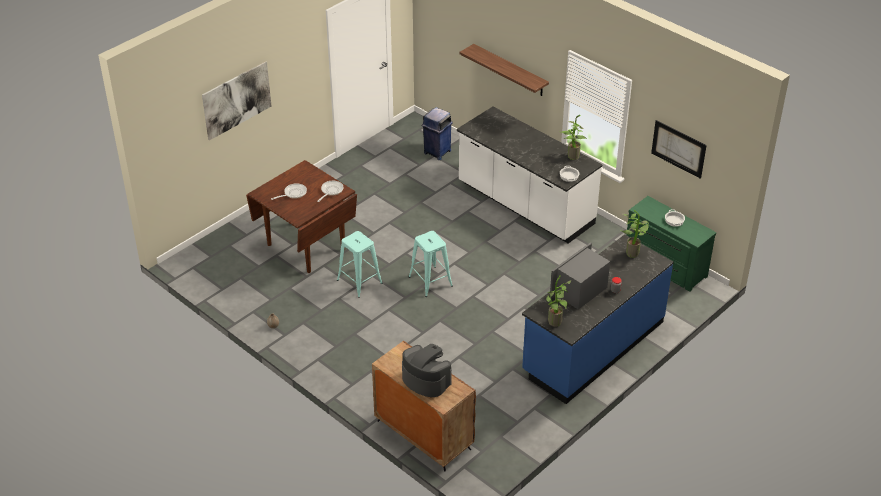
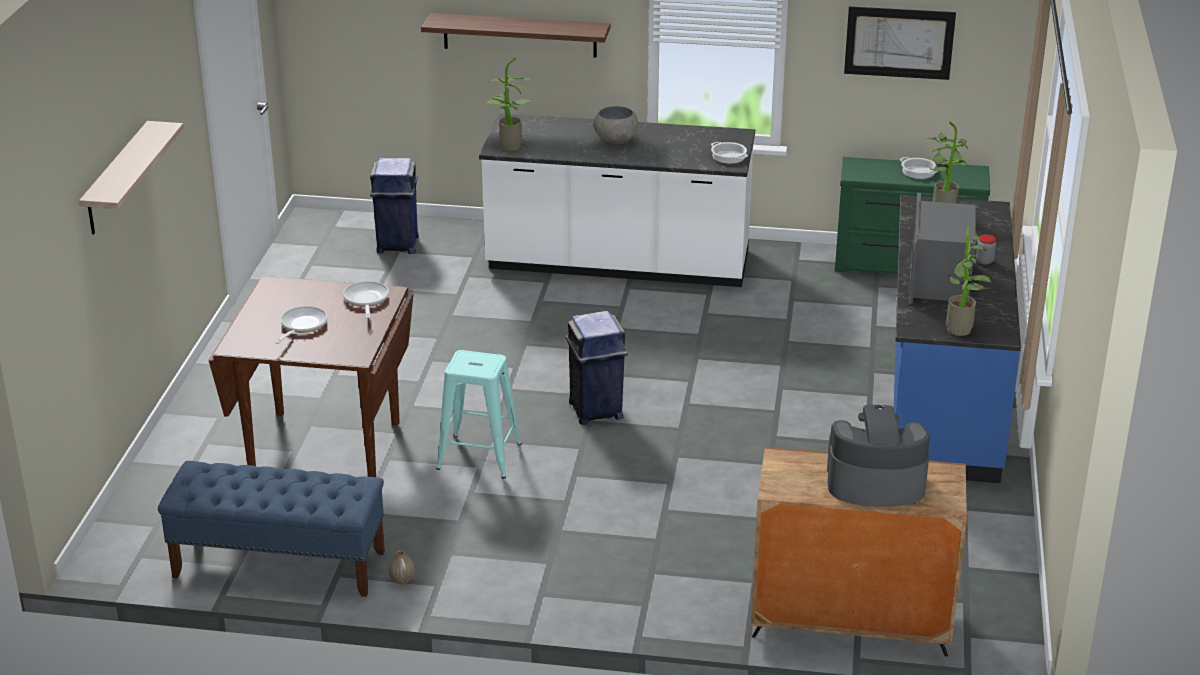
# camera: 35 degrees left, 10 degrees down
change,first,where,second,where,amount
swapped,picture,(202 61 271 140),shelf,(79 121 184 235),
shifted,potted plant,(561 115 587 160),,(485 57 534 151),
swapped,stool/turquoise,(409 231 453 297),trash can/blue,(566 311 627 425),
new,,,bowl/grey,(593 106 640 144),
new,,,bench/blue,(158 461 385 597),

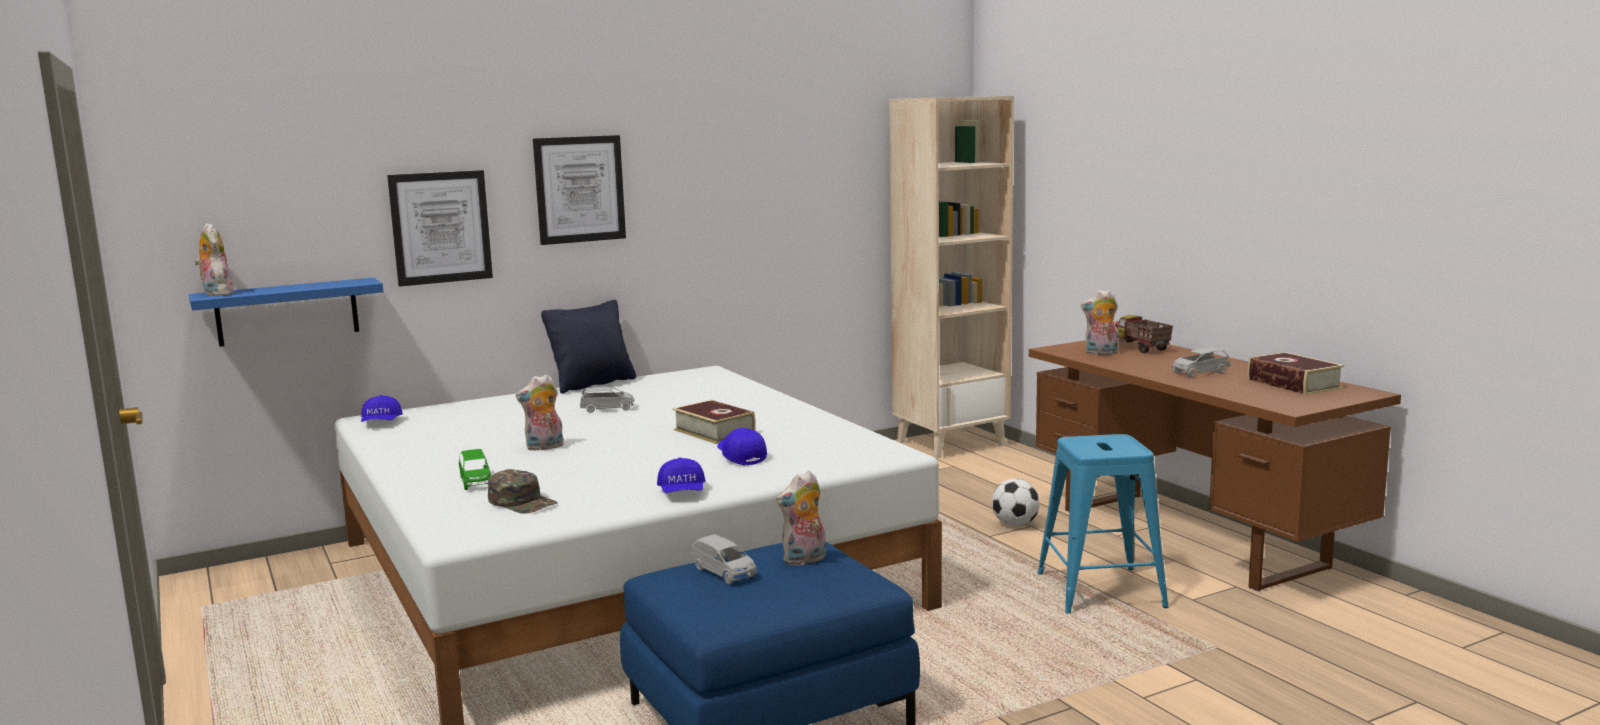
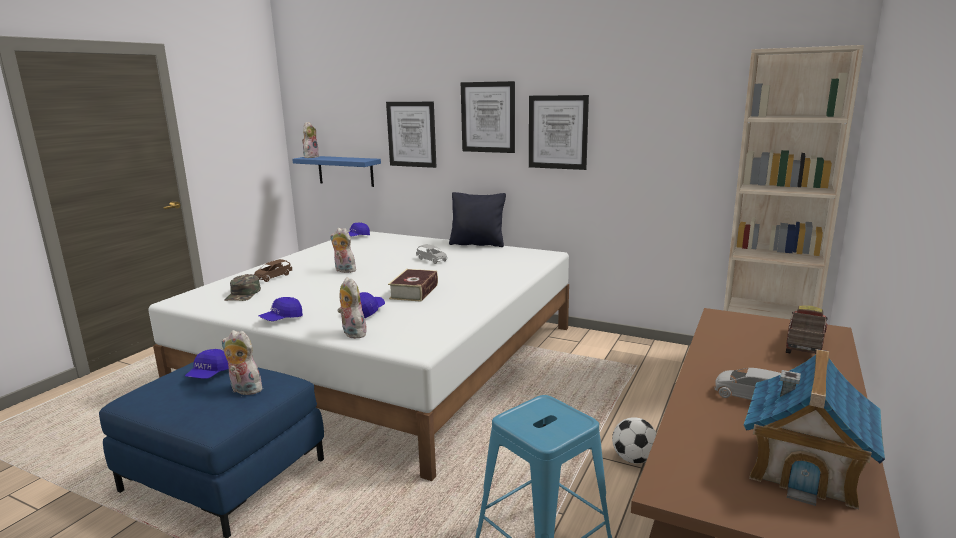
# camera: 55 degrees right, 5 degrees up
change,first,where,second,where,amount
shifted,plush toy,(1081 290 1119 356),,(337 277 369 339),
swapped,book,(1248 352 1344 395),toy house,(744 349 885 509),
repainted,toy car/green,(459 449 491 490),toy car/brown,(254 259 292 282),
swapped,toy car/grey,(690 534 757 584),cap/blue,(185 349 229 379),
new,,,picture,(529 95 589 170),

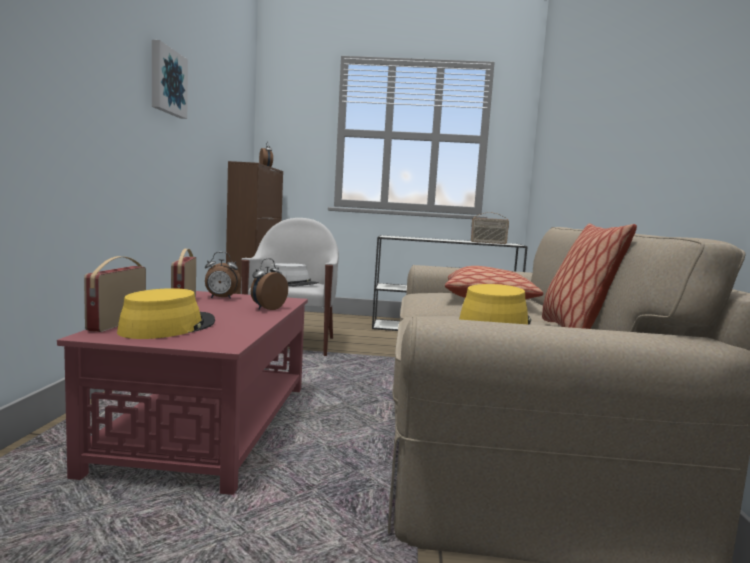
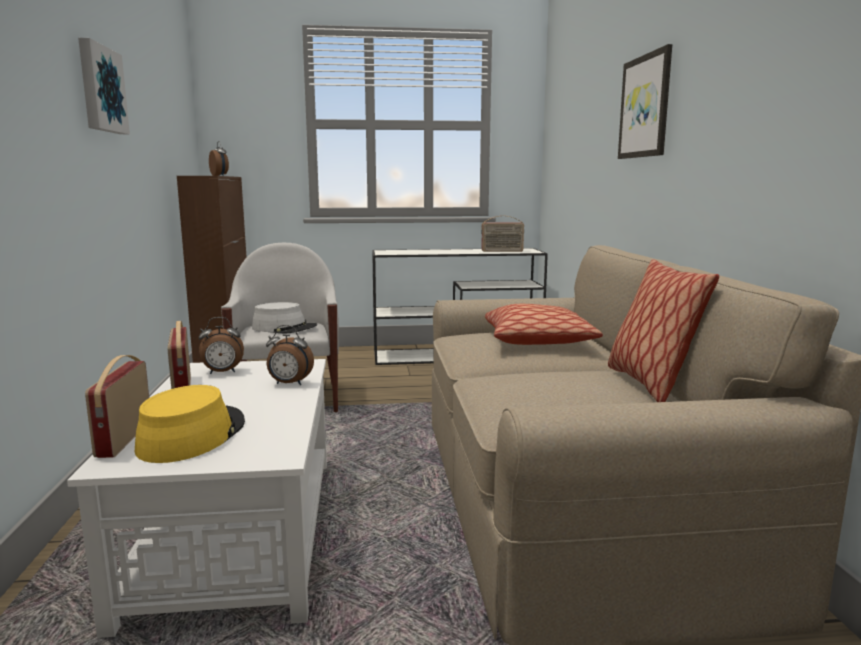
# camera: 10 degrees left, 5 degrees up
change,first,where,second,where,amount
rotated,alarm clock,(250 258 288 310),,(266 325 314 385),105 degrees counterclockwise
gone,hat/yellow,(459 284 531 325),,,
repainted,coffee table/red,(57 291 308 495),coffee table/white,(67 359 327 638),
new,,,picture,(618 44 672 159),

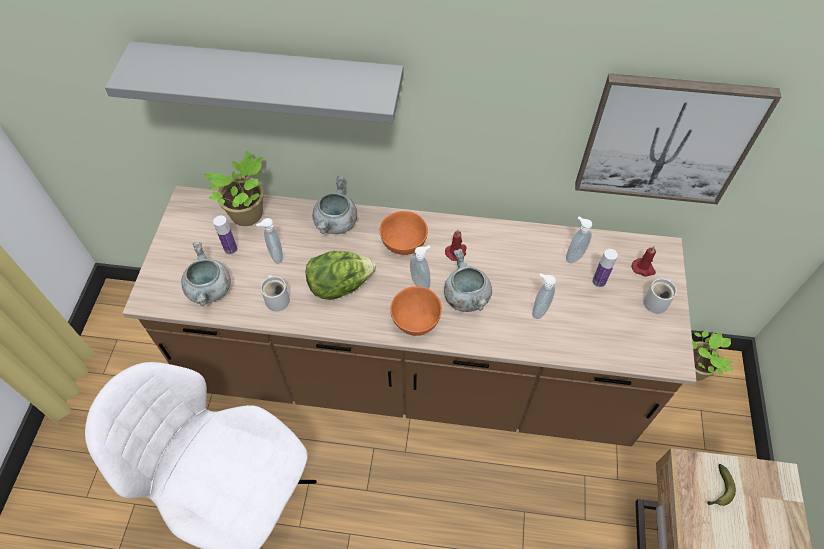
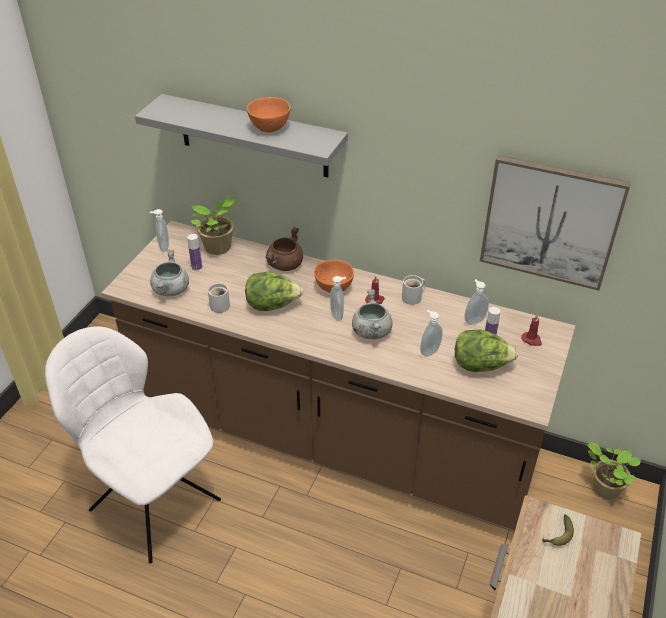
# camera: 15 degrees right, 15 degrees down
change,first,where,second,where,amount
repainted,cooking pot/grey,(312 176 357 234),cooking pot/brown,(265 227 303 271),
shifted,soap dispenser,(256 218 283 264),,(150 209 169 252),
shifted,mug/white,(643 279 677 314),,(402 275 426 305),
shifted,bowl/orange,(390 286 442 336),,(247 97 291 133),
new,,,lettuce,(455 330 519 372),

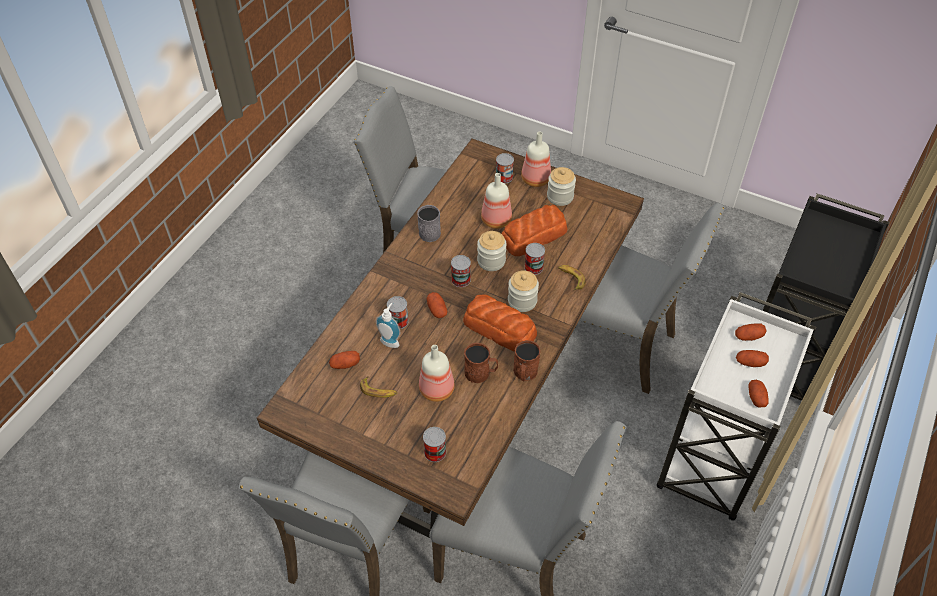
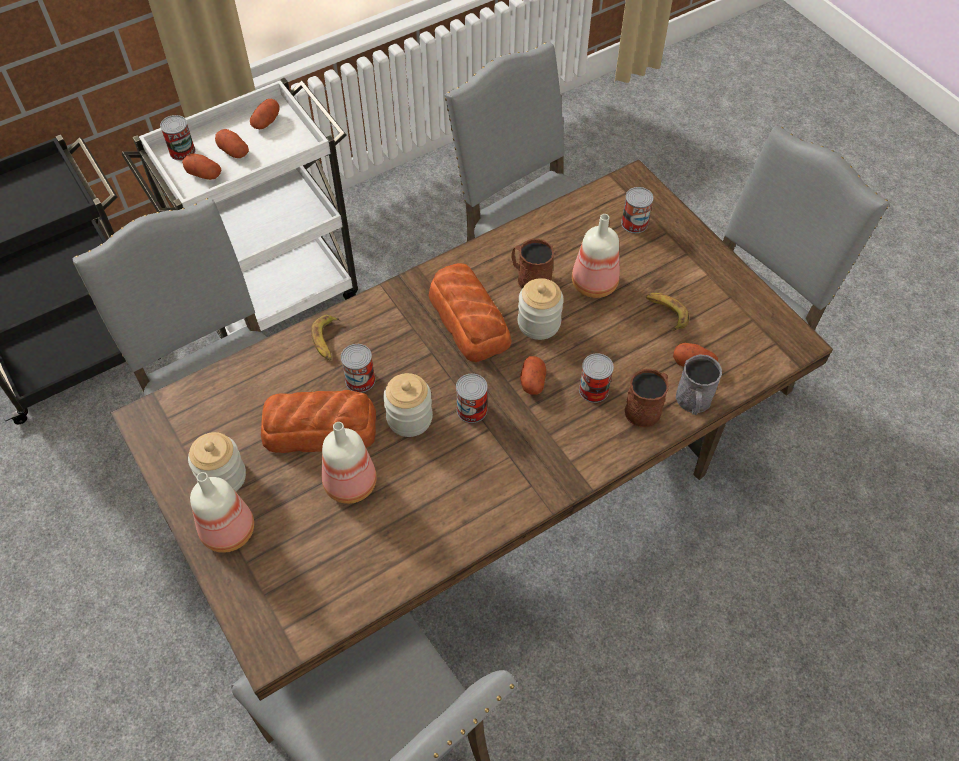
# camera: 150 degrees left, 5 degrees up
change,first,where,second,where,amount
shifted,can,(496 153 514 184),,(160 115 195 161),
shifted,mug/grey,(417 205 441 242),,(676 354 722 415),
shifted,jar,(508 270 539 312),,(518 278 564 340),
gone,soap dispenser,(376 303 400 348),,,
shifted,mug/brown,(513 340 540 381),,(624 369 669 427),

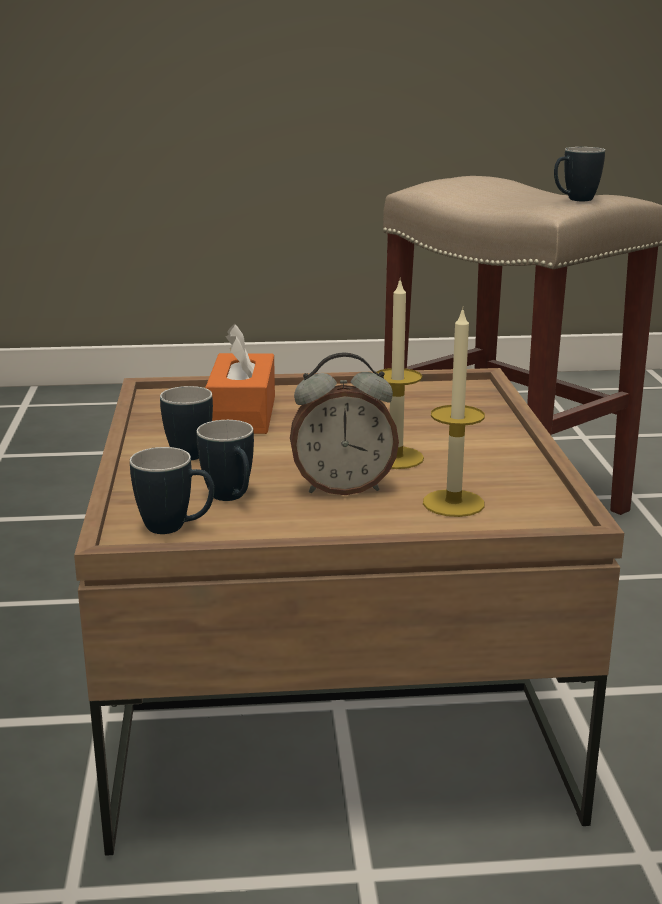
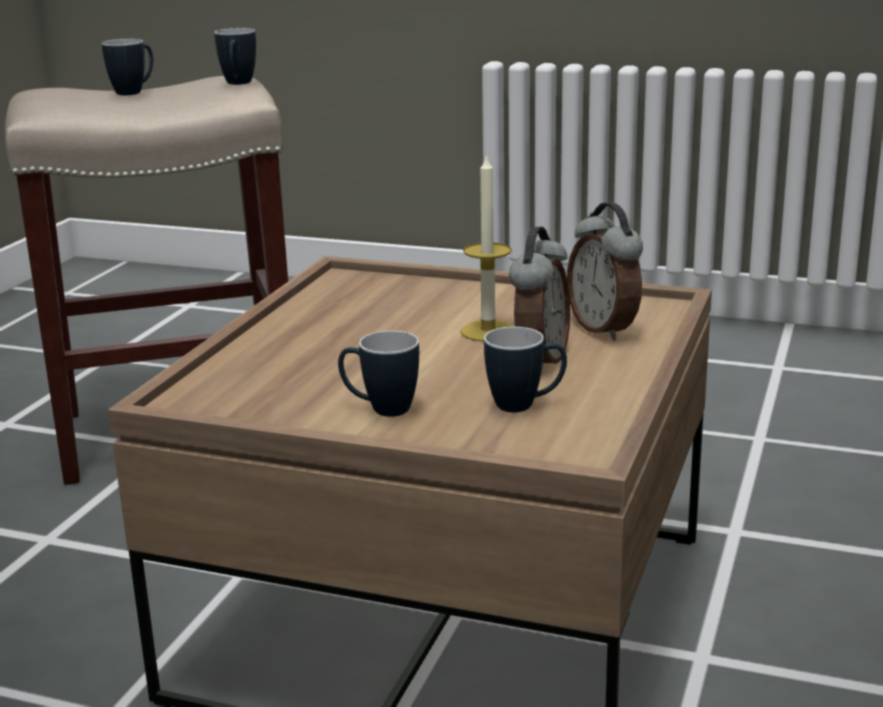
# camera: 65 degrees left, 0 degrees up
change,first,where,second,where,amount
swapped,candle,(423 307 485 517),alarm clock,(567 203 643 341),
gone,tissue box/orange,(205 324 275 434),,,
shifted,mug,(130 447 214 534),,(102 39 153 95),

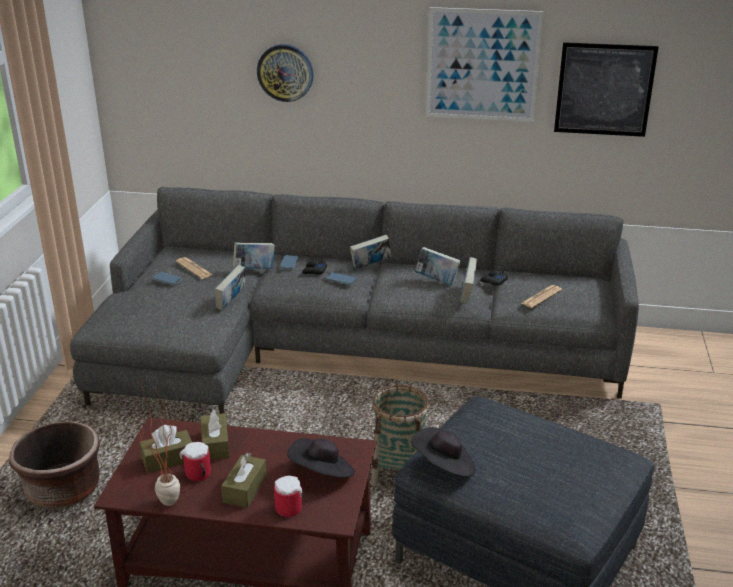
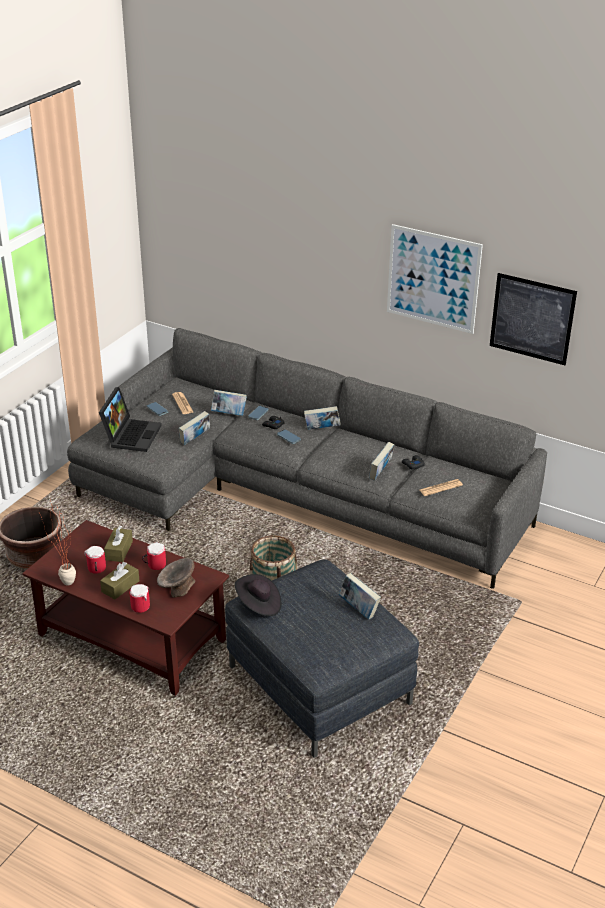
# camera: 20 degrees right, 5 degrees up
change,first,where,second,where,amount
gone,wall clock,(257 44 313 102),,,
shifted,book,(415 247 461 285),,(339 573 381 619),
gone,tissue box/brown,(139 425 192 473),,,
swapped,hat/black,(287 438 355 478),bowl/grey,(157 558 195 598),
new,,,laptop,(99 387 162 452),
new,,,mug,(142 542 166 570),

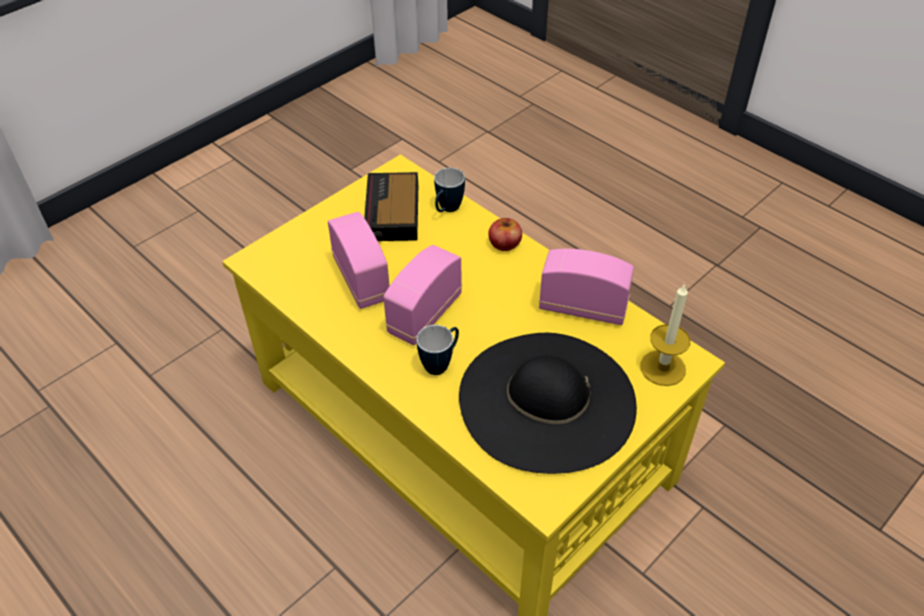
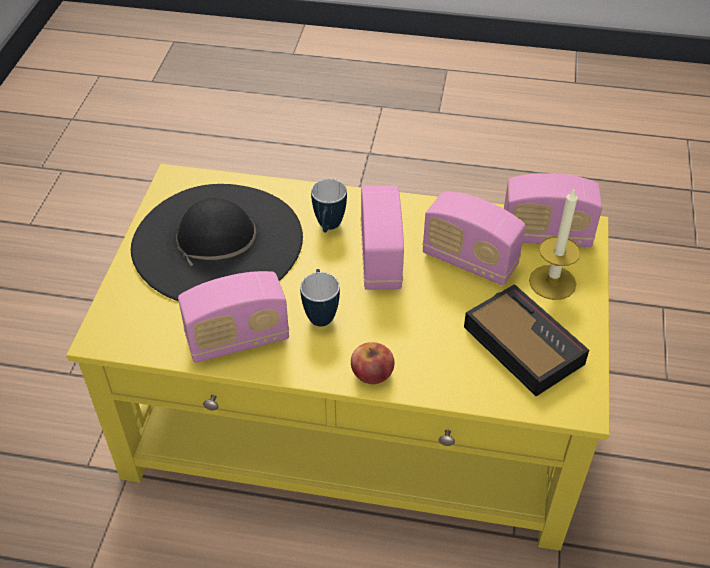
# camera: 145 degrees right, 0 degrees up
change,first,where,second,where,amount
shifted,mug,(434 168 465 212),,(300 269 340 327),
shifted,candle,(640 283 690 386),,(529 189 581 300),
new,,,radio,(503 173 602 247),

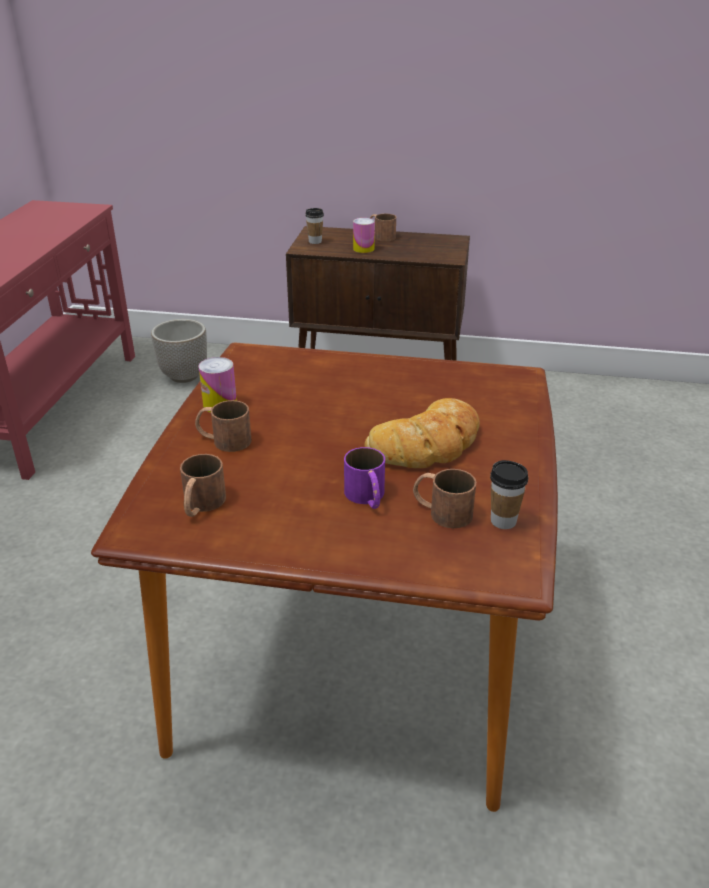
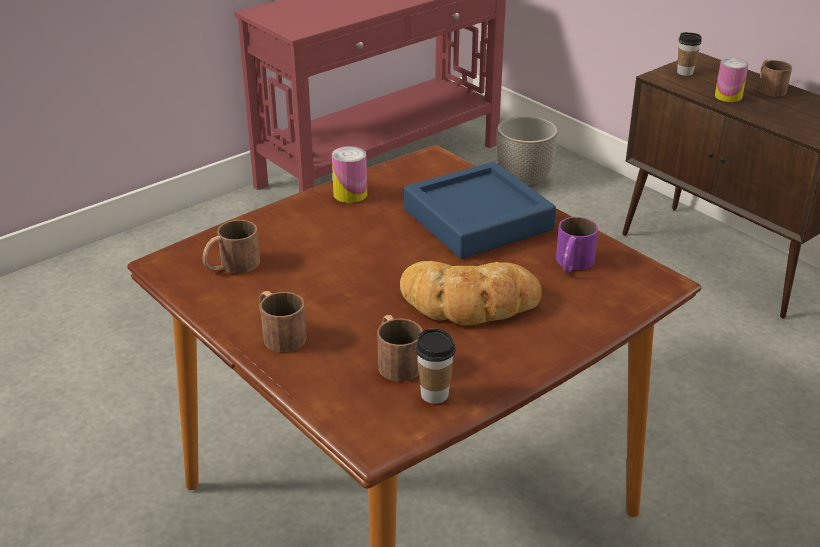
# camera: 40 degrees right, 0 degrees up
change,first,where,second,where,amount
shifted,mug/brown,(195 400 251 452),,(259 291 306 352),
shifted,mug/purple,(344 447 385 509),,(556 217 598 273),
new,,,tray/blue,(404 161 556 259),

